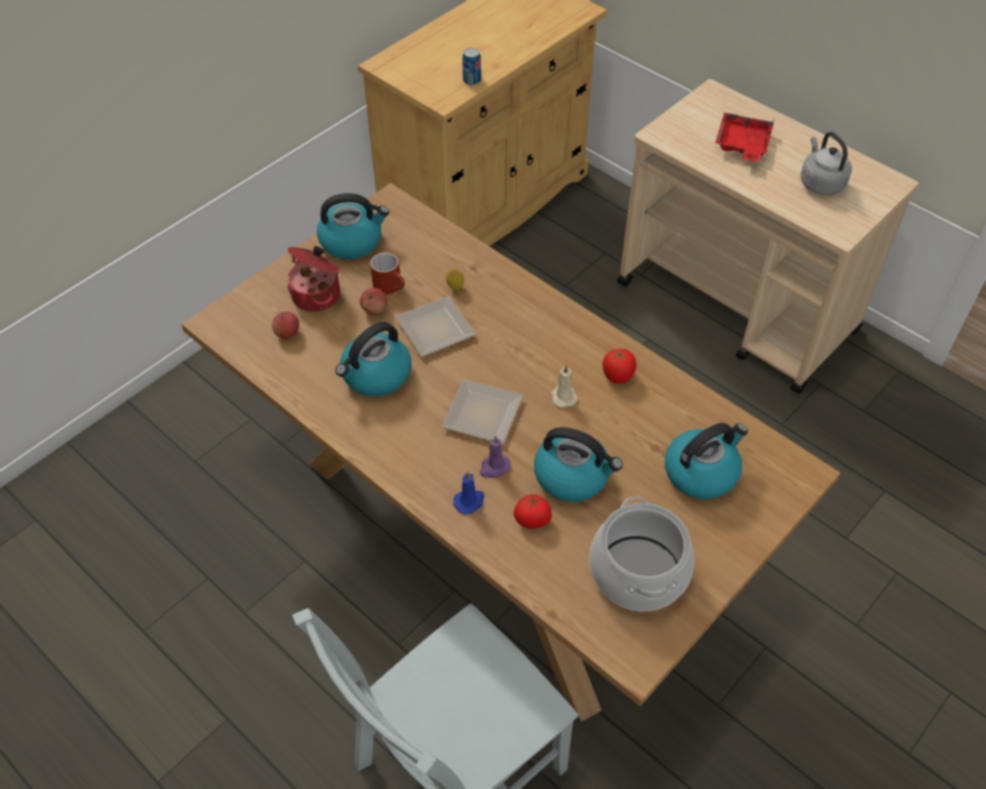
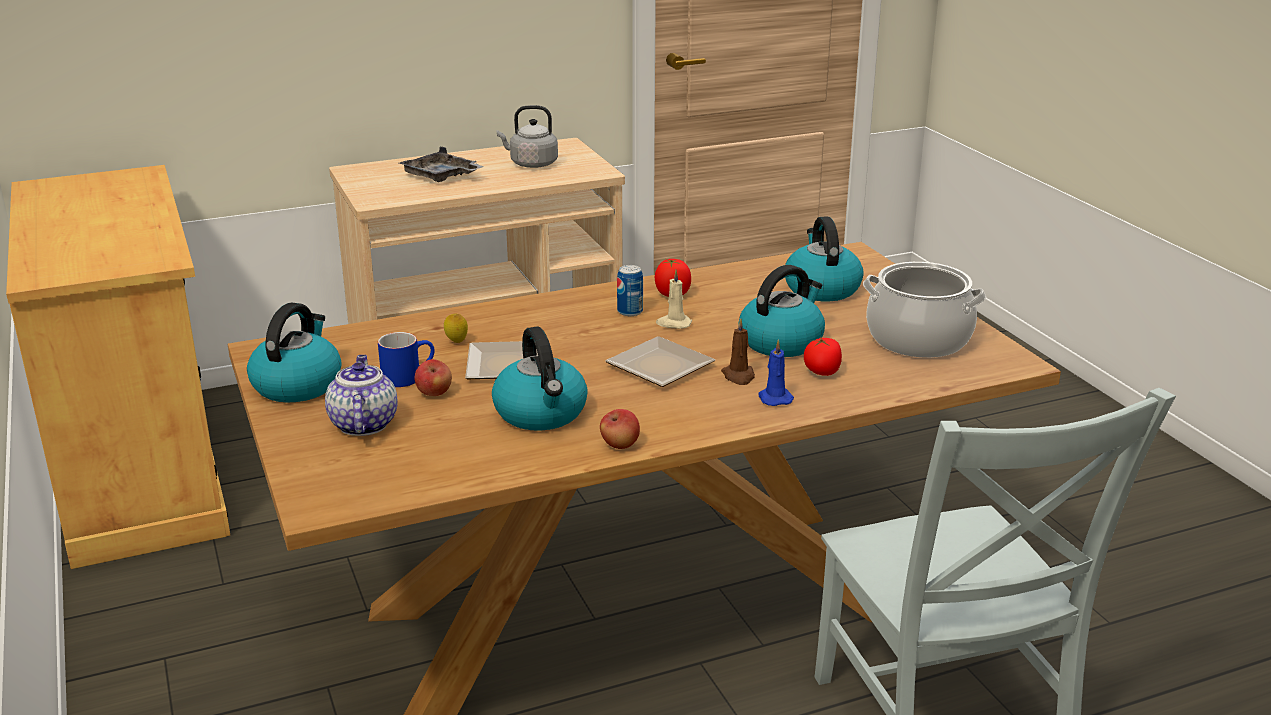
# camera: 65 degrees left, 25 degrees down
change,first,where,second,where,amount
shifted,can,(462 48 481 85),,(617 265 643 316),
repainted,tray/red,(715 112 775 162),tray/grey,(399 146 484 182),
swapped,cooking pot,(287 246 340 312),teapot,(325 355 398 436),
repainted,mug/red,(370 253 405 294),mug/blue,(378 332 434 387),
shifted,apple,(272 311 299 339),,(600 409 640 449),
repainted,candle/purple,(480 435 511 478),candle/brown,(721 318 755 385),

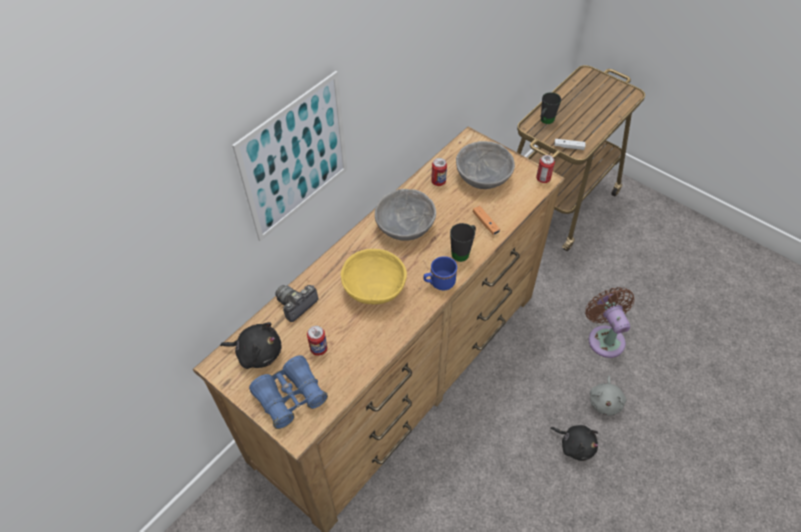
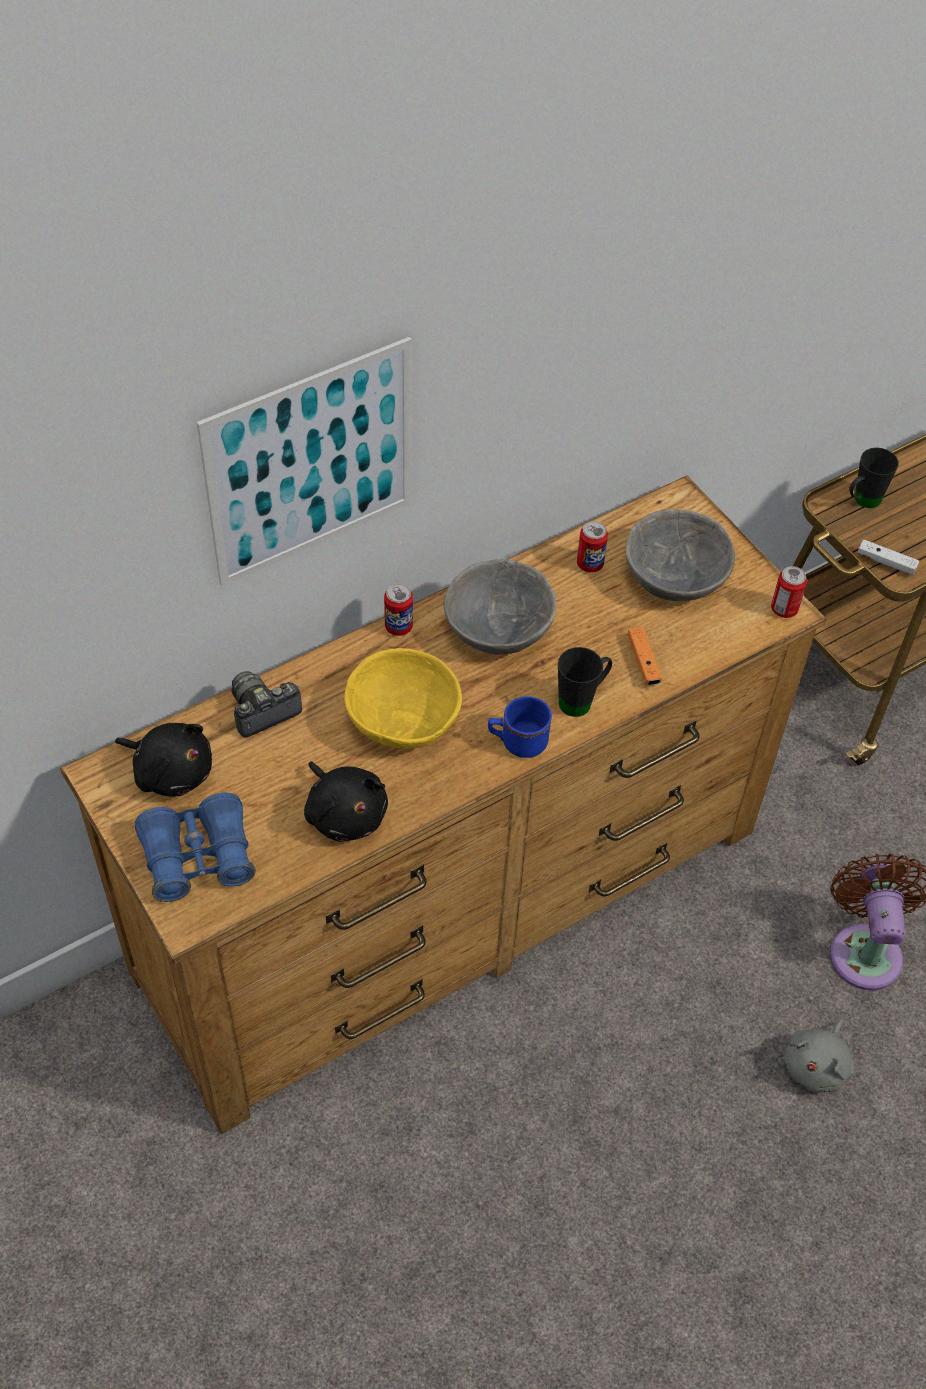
# camera: 15 degrees right, 0 degrees up
change,first,where,second,where,amount
shifted,can,(307 326 328 356),,(384 584 413 636),
shifted,plush toy/black,(551 425 598 461),,(304 761 388 842),

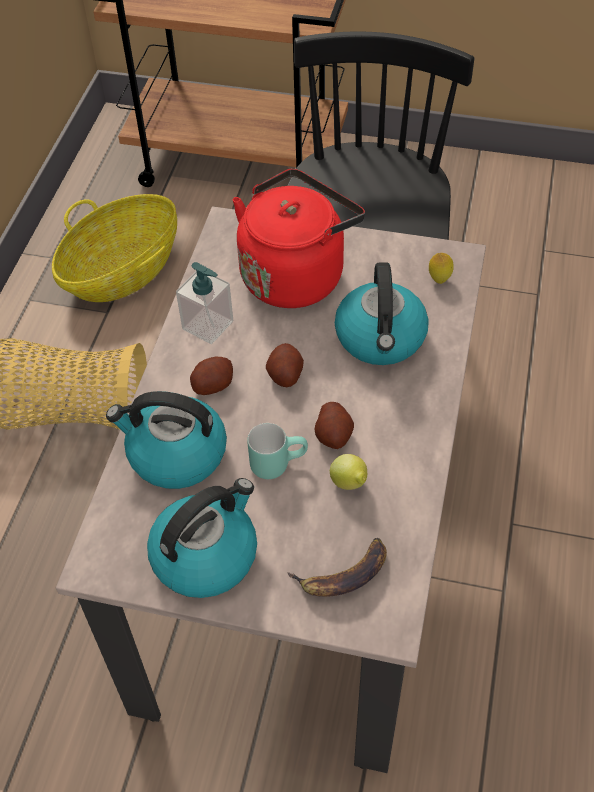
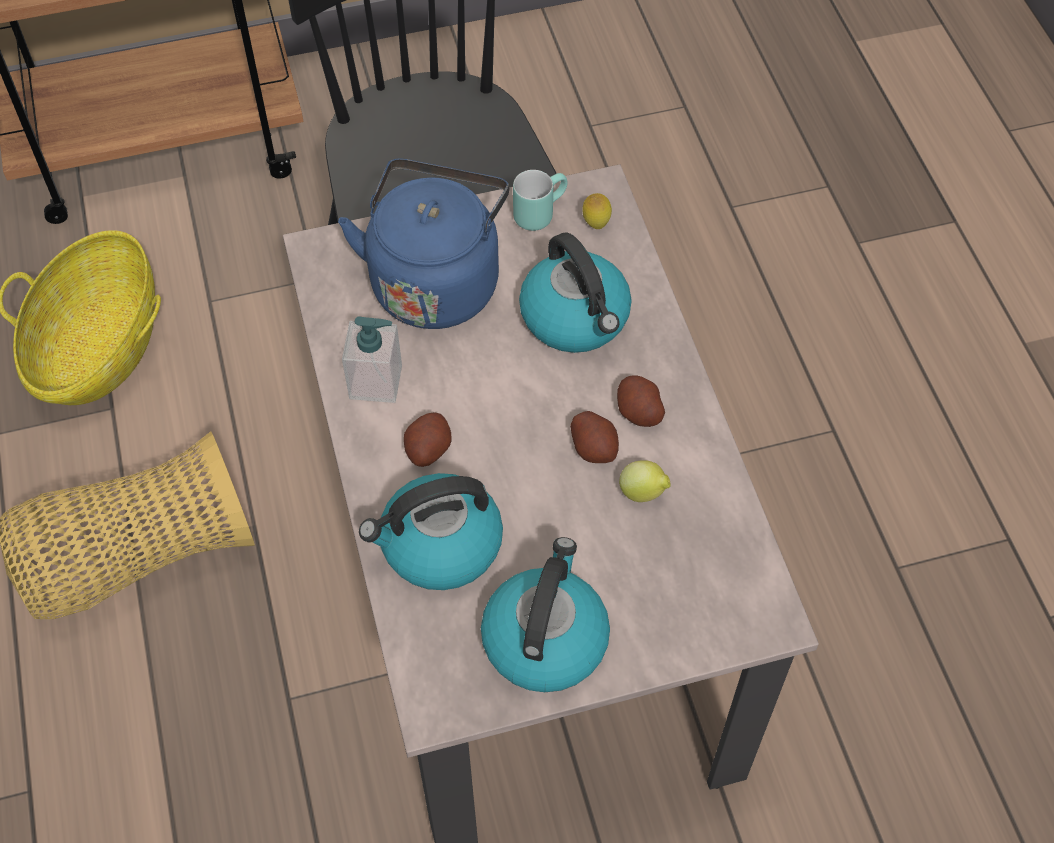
# camera: 30 degrees left, 5 degrees up
change,first,where,second,where,amount
repainted,kettle/red,(233 169 365 308),kettle/blue,(338 158 510 329),
shifted,potato,(266 343 304 387),,(617 375 665 427),
shifted,mug/turquoise,(247 423 308 479),,(513 170 568 231),
gone,banana,(287 538 387 597),,,

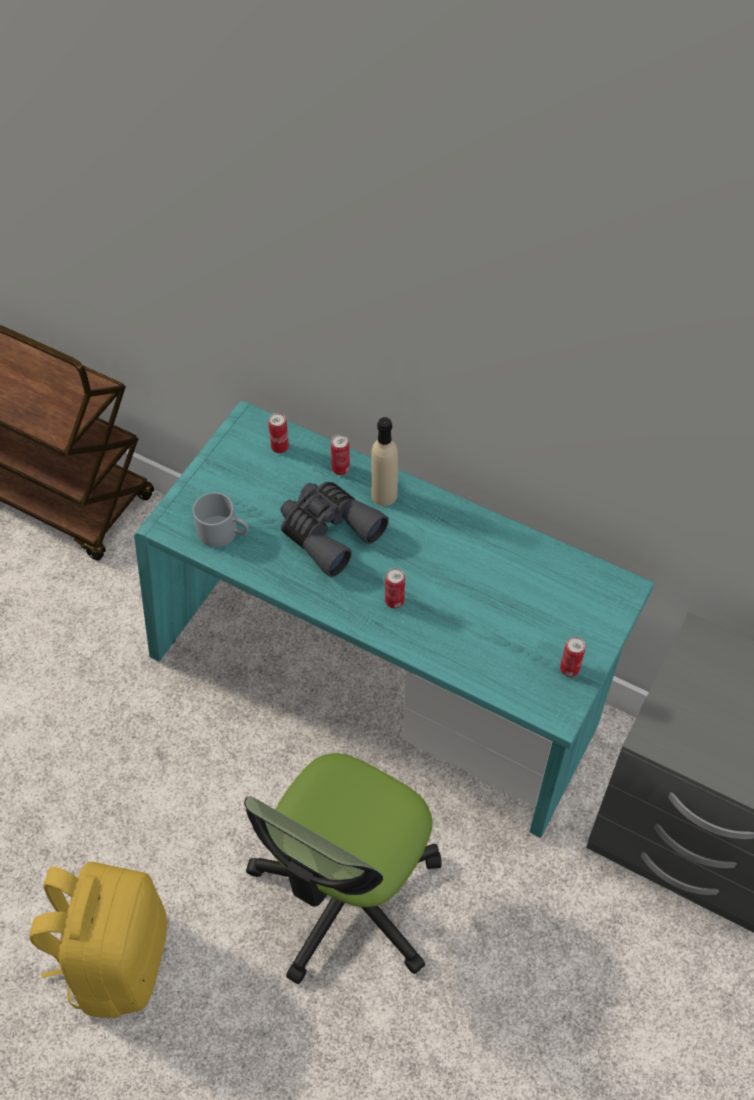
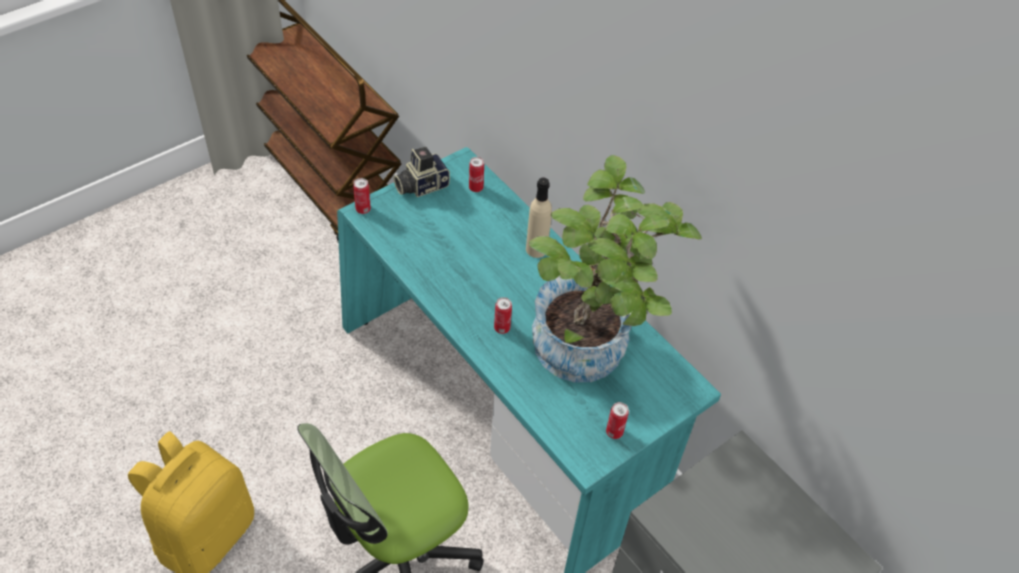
# camera: 20 degrees right, 5 degrees down
change,first,where,second,where,amount
shifted,can,(331 434 350 475),,(353 178 371 214),
gone,binoculars/grey,(280 482 389 577),,,
gone,mug/grey,(193 492 249 547),,,
new,,,photo camera,(394 147 450 197),
new,,,potted plant,(529 155 702 382),

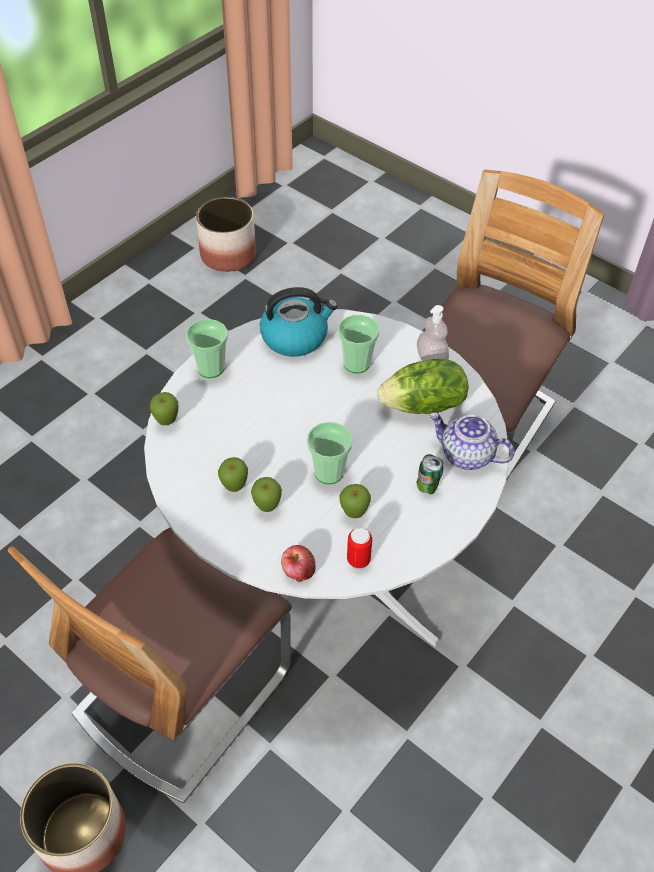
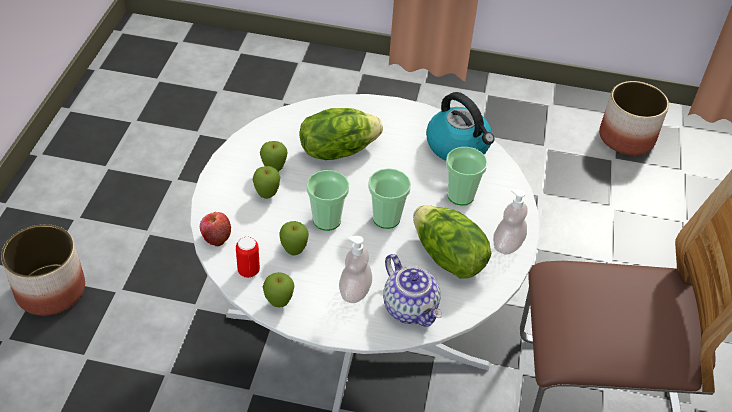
# camera: 60 degrees right, 5 degrees down
change,first,where,second,where,amount
shifted,cup,(186 319 228 378),,(368 168 411 229),
shifted,apple,(150 392 178 425),,(263 272 295 307),
rotated,teapot,(429 412 515 470),,(383 254 442 327),150 degrees clockwise
swapped,can,(416 454 443 494),soap dispenser,(339 236 372 303),
gone,chair,(8 528 292 803),,,
new,,,lettuce,(300 108 383 160),

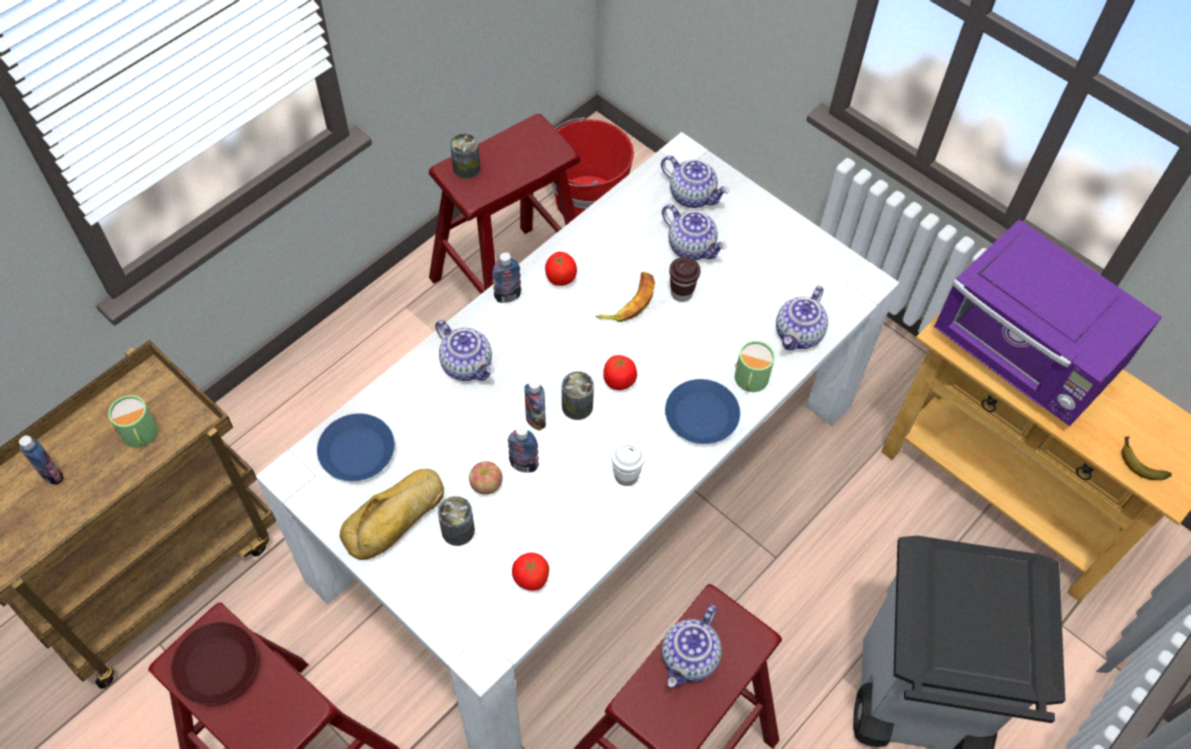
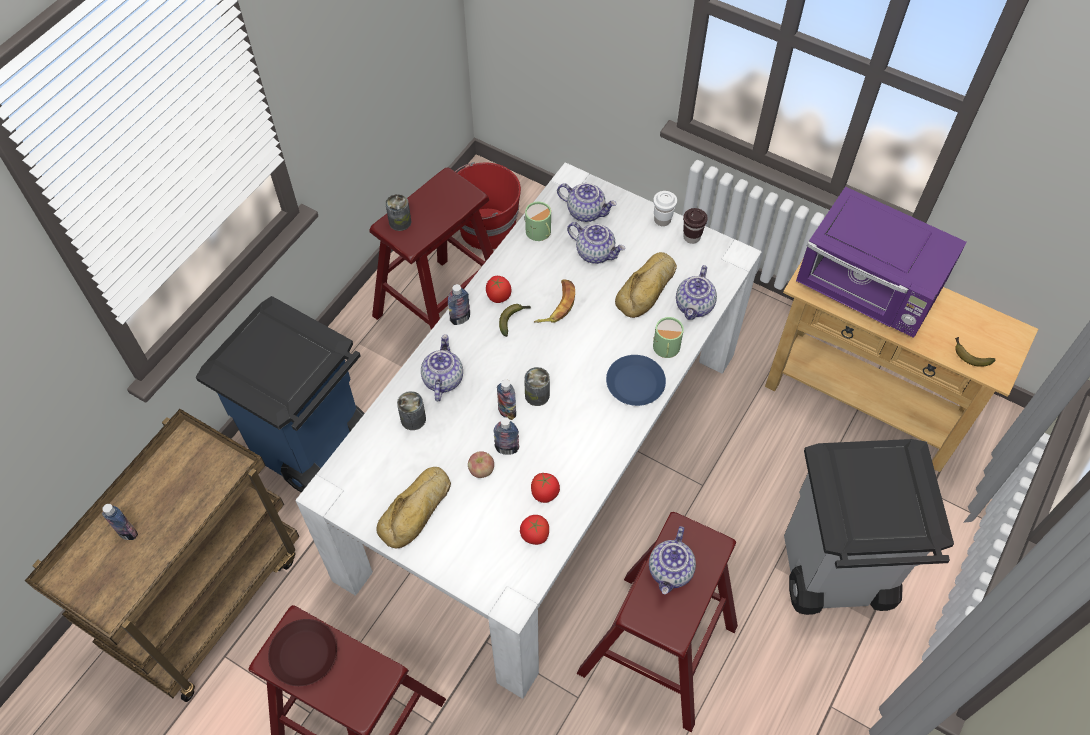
# camera: 10 degrees left, 0 degrees up
change,first,where,second,where,amount
shifted,cup/brown,(669 257 701 302),,(683 208 708 244),
rotated,teapot,(435 320 494 381),,(421 334 463 401),120 degrees counterclockwise
shifted,tomato,(603 355 637 390),,(531 473 560 503),
shifted,mug/green,(108 395 158 448),,(524 202 551 241),
gone,plate/blue,(317 414 395 481),,,
shifted,cup/white,(611 440 645 486),,(653 191 677 226),
shifted,can,(438 496 475 546),,(397 391 426 430),
new,,,bread,(615 252 677 318),
new,,,trash can/blue,(196 296 365 492),
new,,,banana,(499 304 531 337),

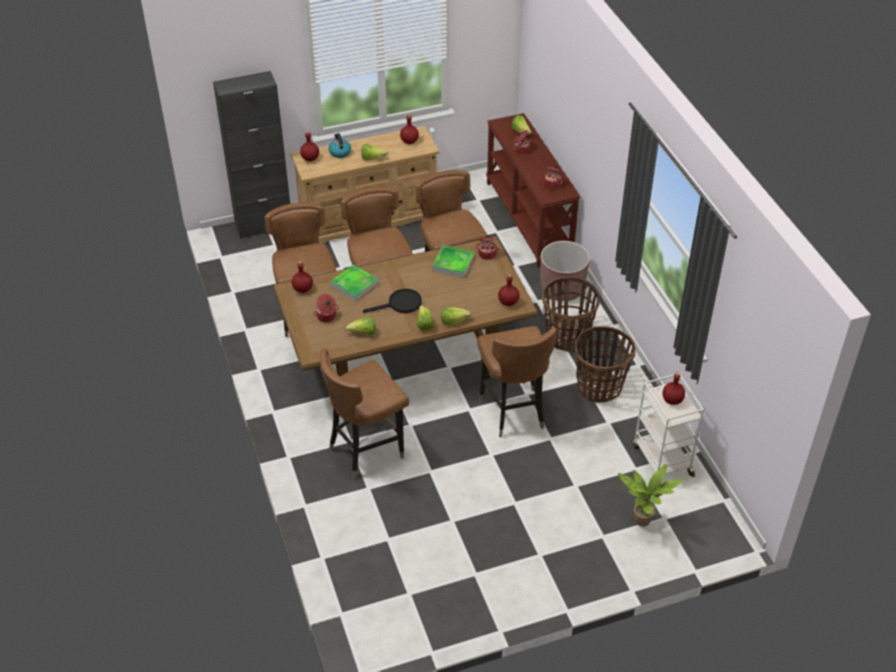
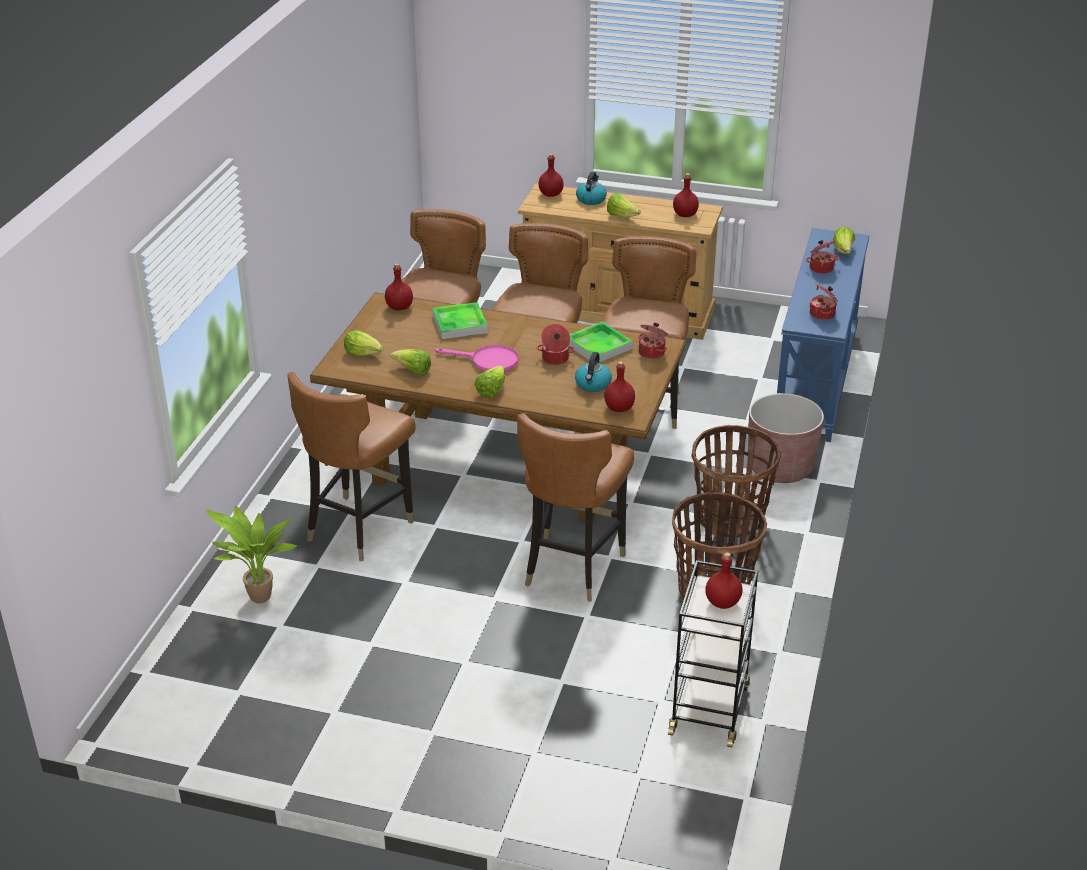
# camera: 35 degrees right, 10 degrees down
change,first,where,second,where,amount
gone,cabinet/black,(213 71 290 239),,,
repainted,console table/brown,(486 113 580 267),console table/blue,(777 228 870 442),
repainted,frying pan/black,(363 289 422 313),frying pan/pink,(435 345 519 372),
shifted,cooking pot,(313 294 339 322),,(537 324 574 365),
shifted,lettuce,(441 307 471 326),,(344 330 383 356),
rotated,chair/brown,(320 348 409 479),,(287 372 416 561),60 degrees counterclockwise
repainted,cart/white,(633 374 704 477),cart/black,(668 560 758 748),
shifted,potted plant,(618 464 683 527),,(206 506 298 603),
new,,,kettle,(575 352 612 392),

